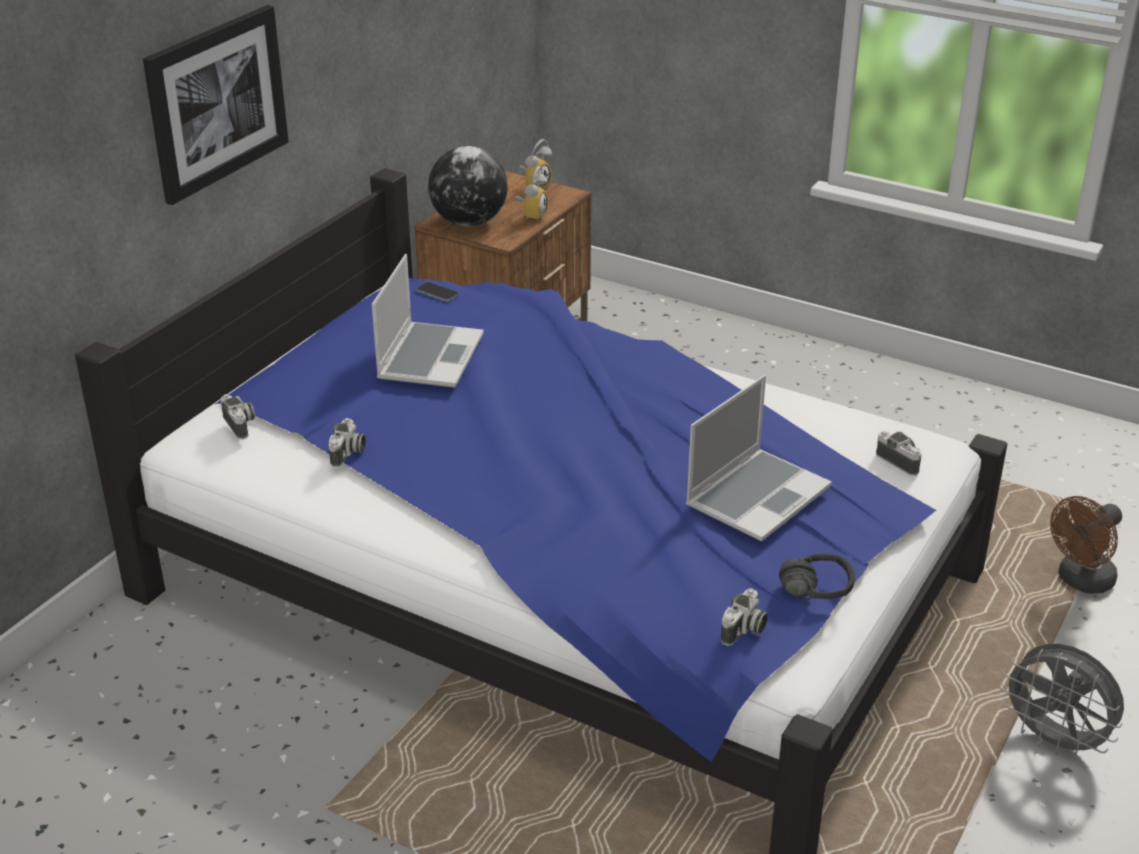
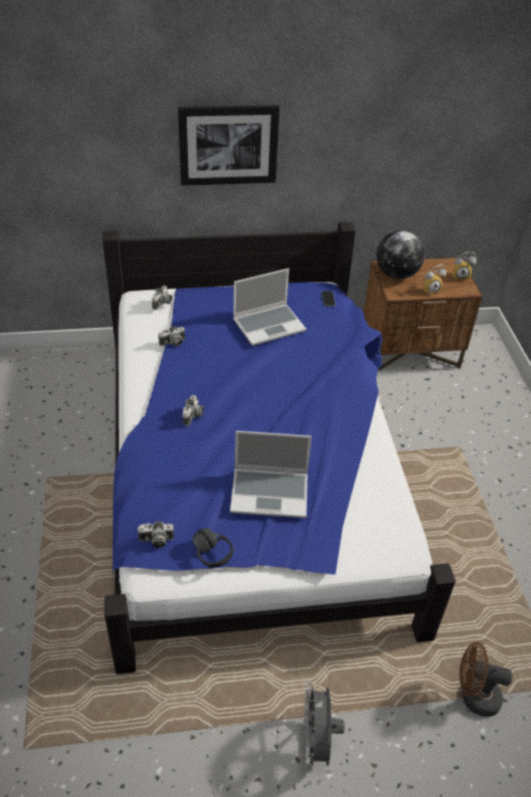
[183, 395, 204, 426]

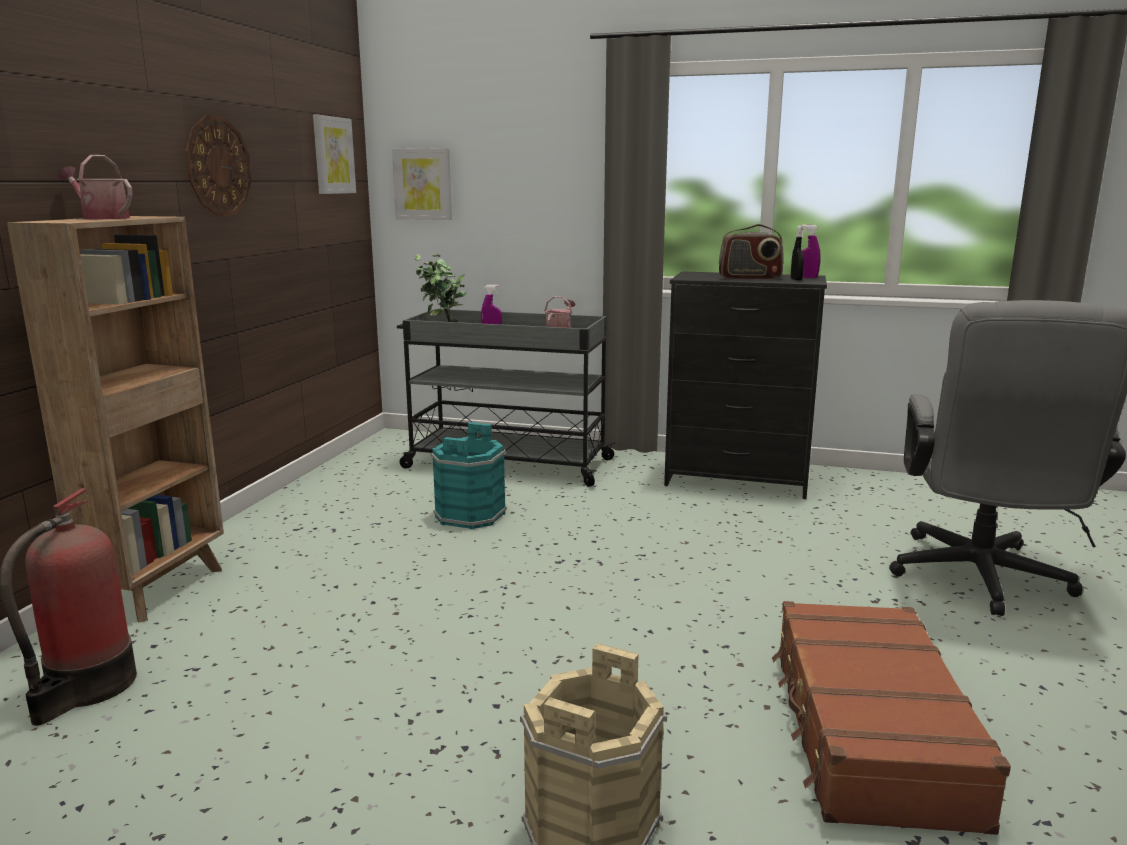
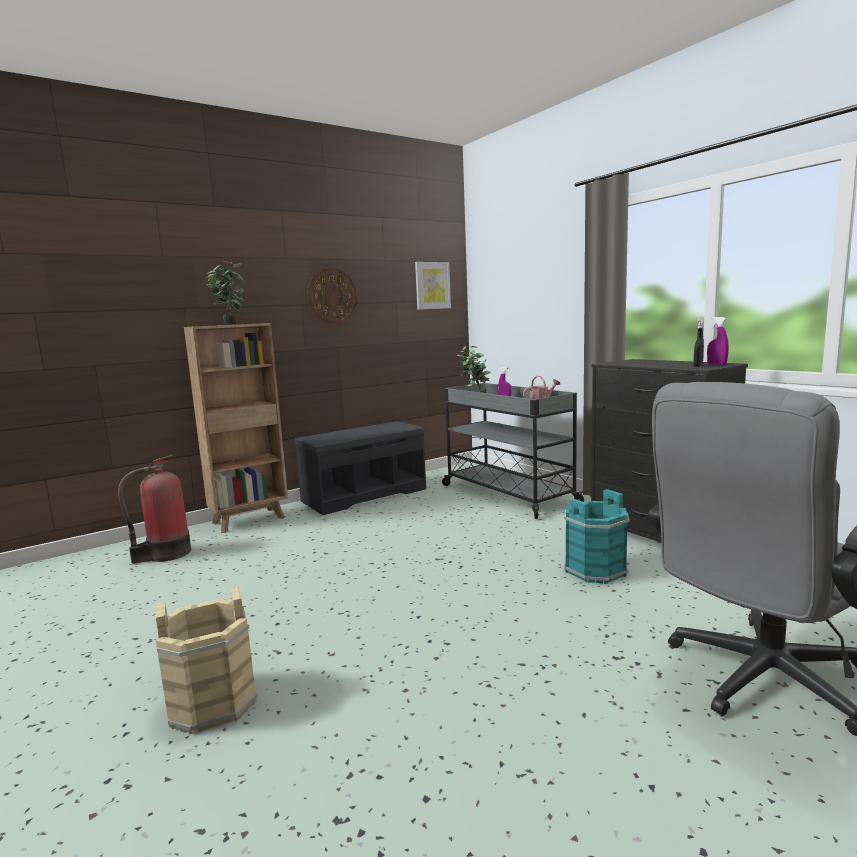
[392, 148, 452, 220] (first image)
[719, 224, 784, 280] (first image)
[772, 601, 1011, 835] (first image)
[294, 421, 426, 515]
[564, 489, 630, 584]
[206, 262, 245, 325]

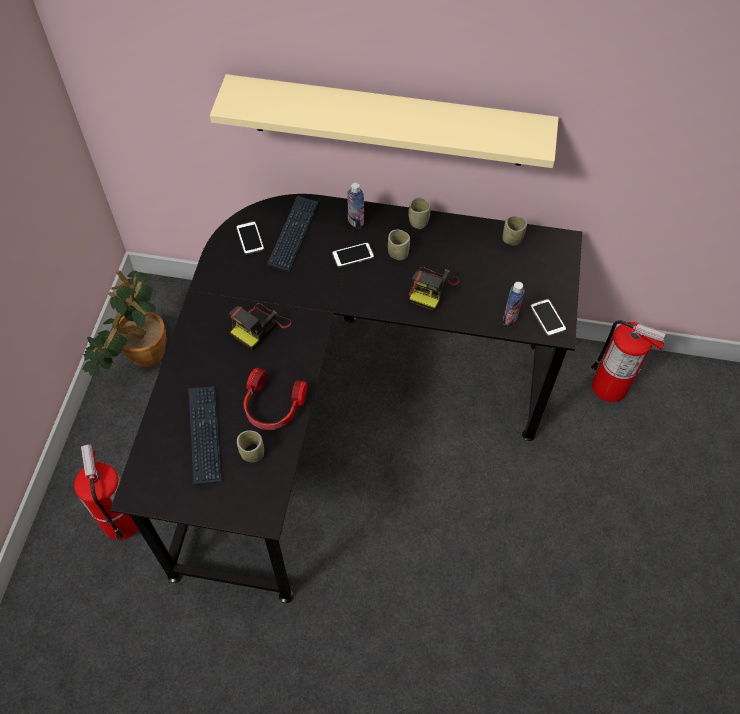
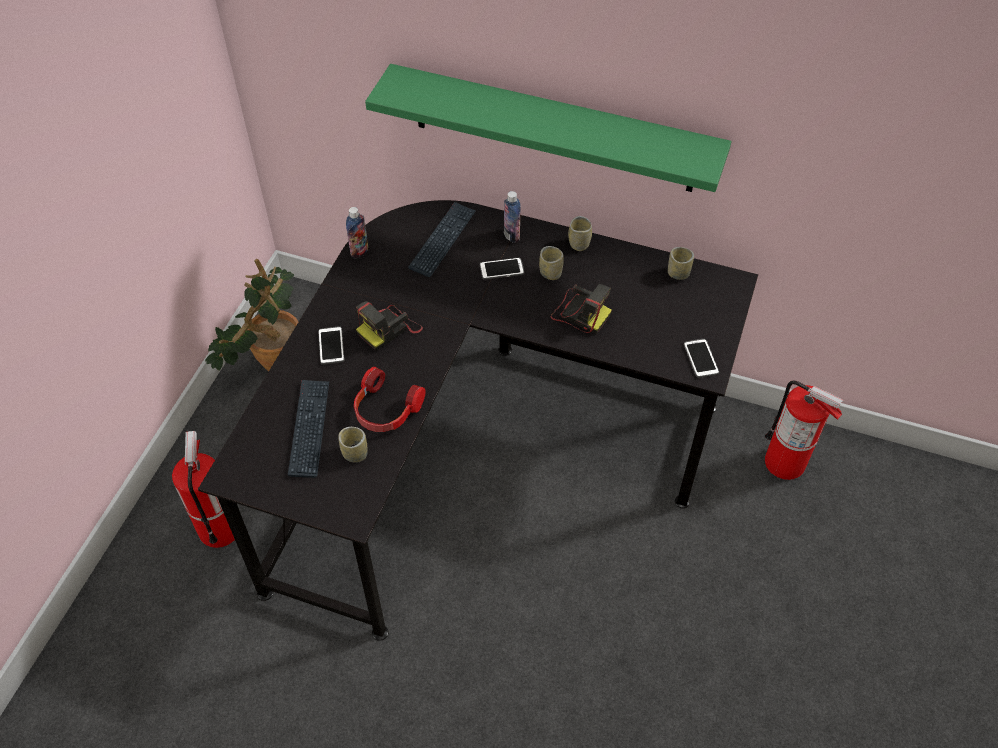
[318, 327, 344, 365]
[346, 207, 368, 259]
[365, 64, 731, 192]
[550, 284, 612, 334]

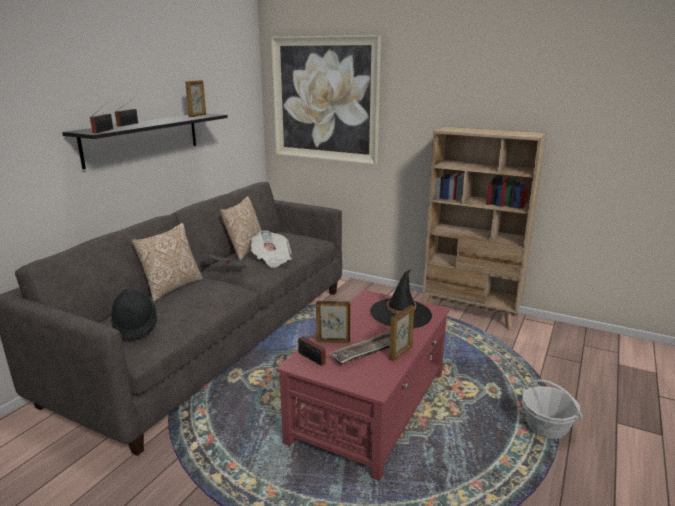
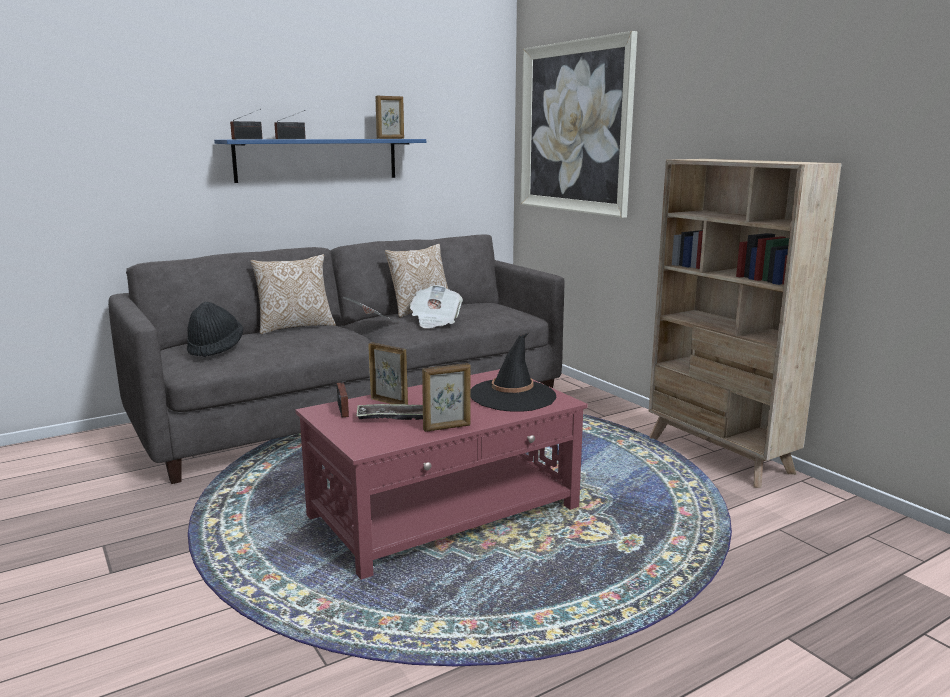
[522, 379, 583, 439] (first image)
[214, 139, 426, 183]

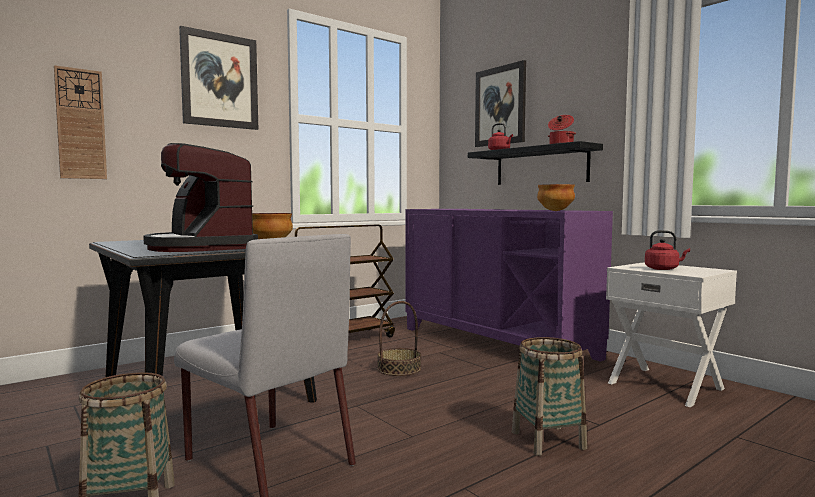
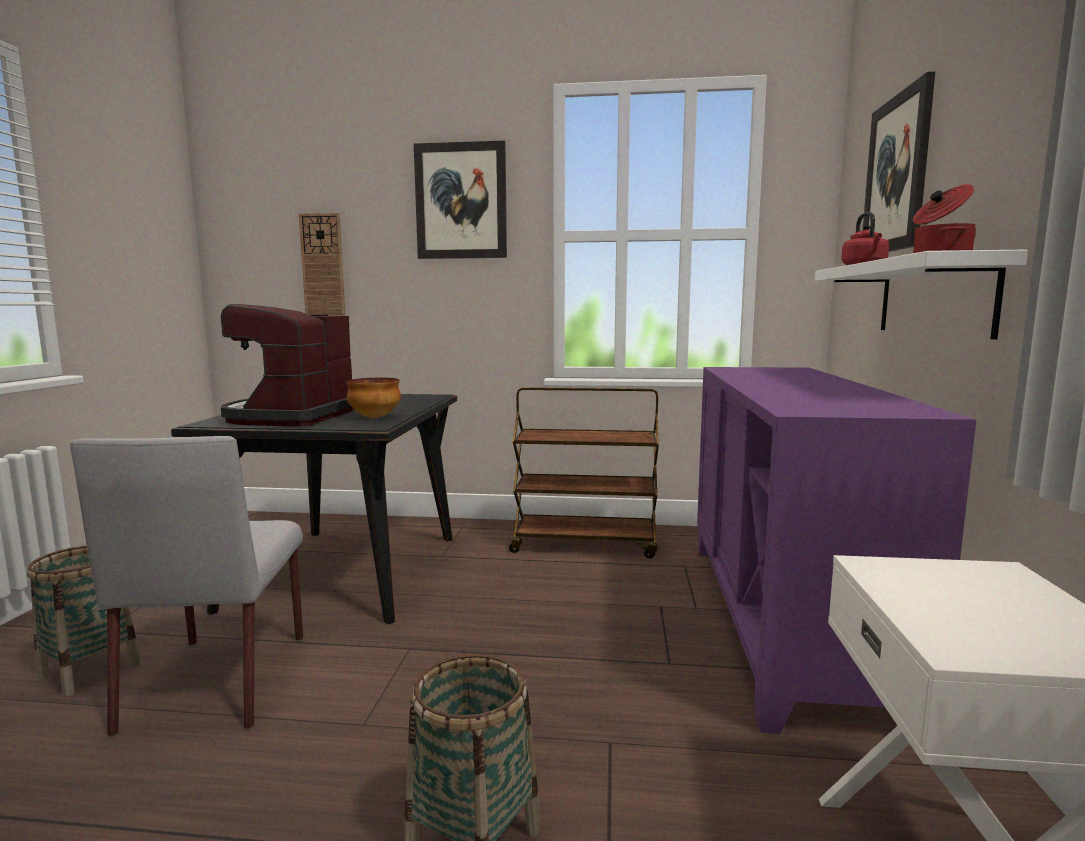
[377, 301, 421, 376] (first image)
[537, 184, 575, 211] (first image)
[645, 230, 690, 270] (first image)
[815, 250, 1028, 339]

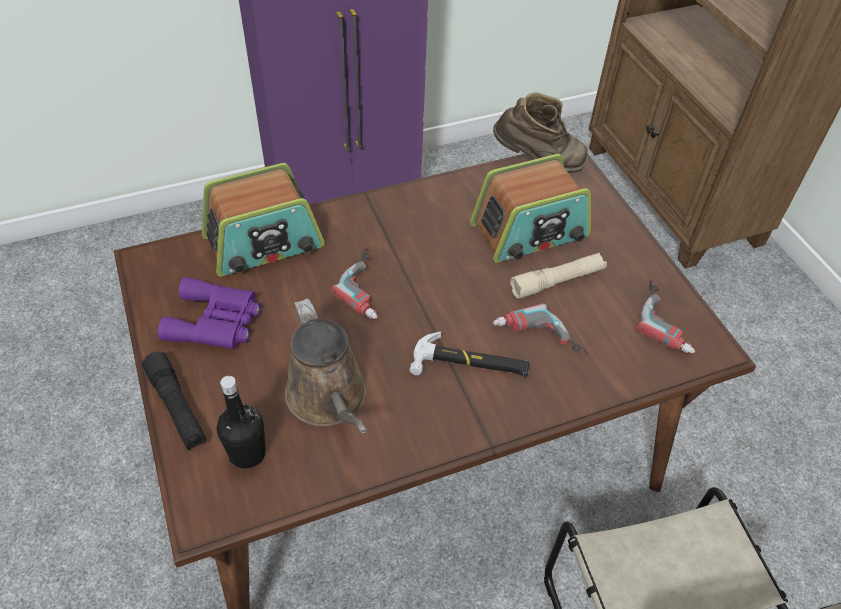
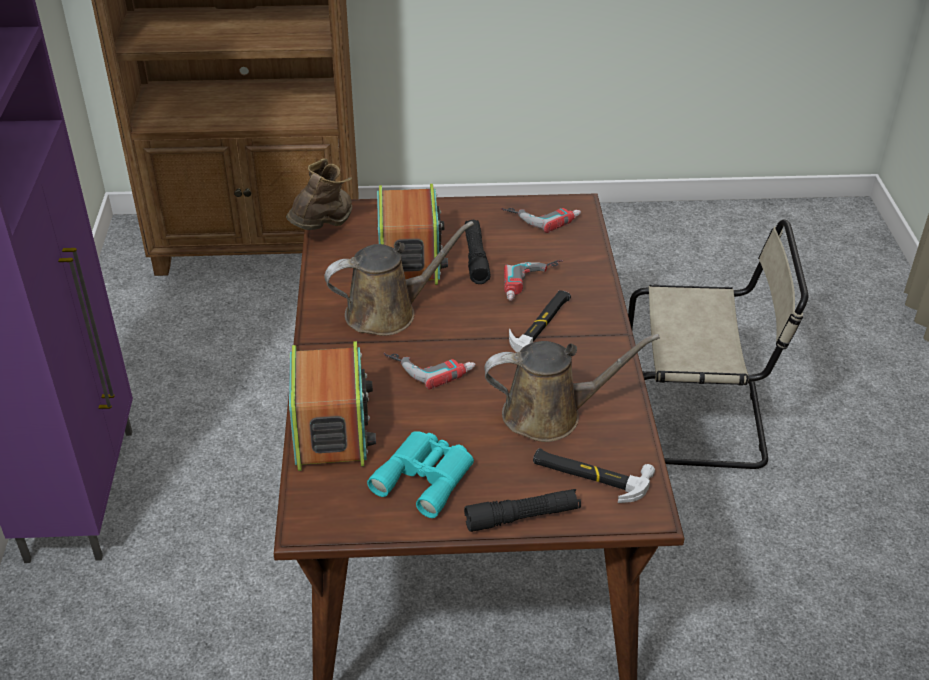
[324, 221, 474, 336]
[533, 448, 655, 503]
[367, 431, 474, 518]
[465, 220, 491, 284]

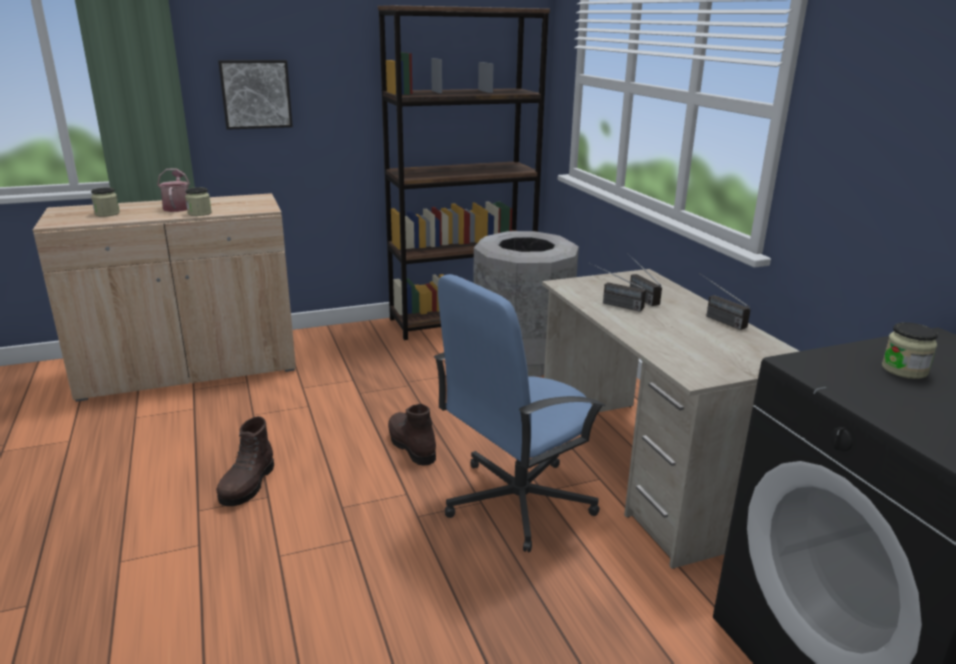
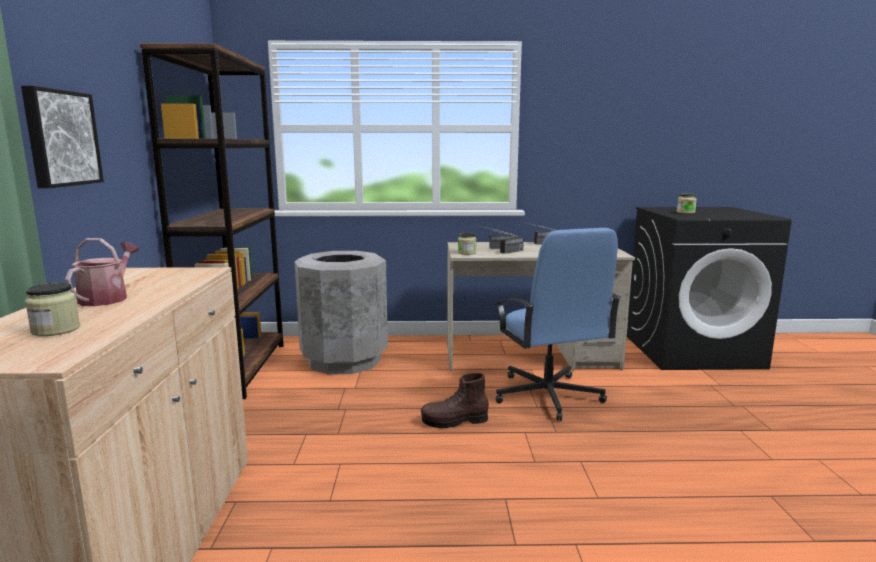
[216, 416, 274, 506] (first image)
[458, 233, 476, 255]
[65, 238, 139, 306]

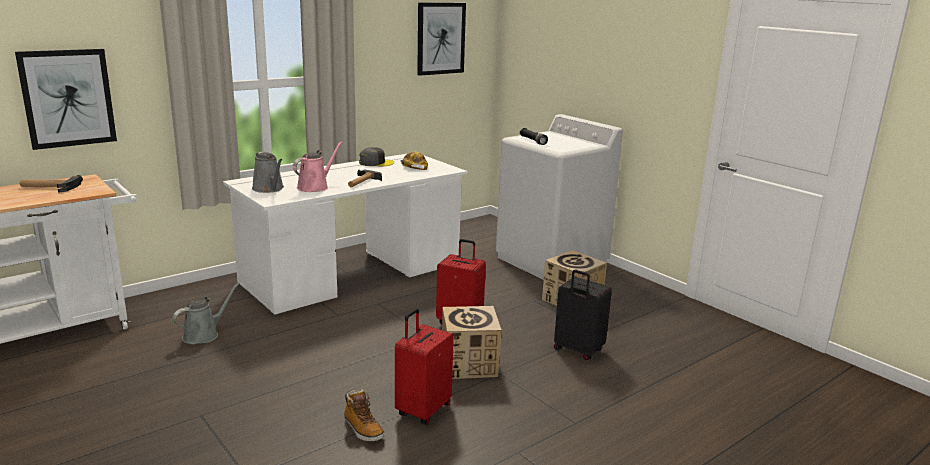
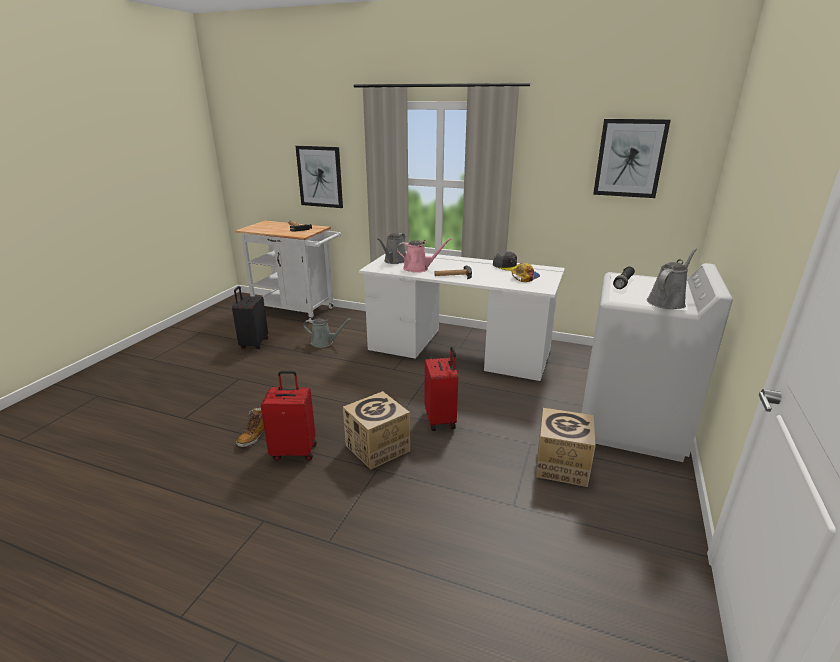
[647, 248, 697, 309]
[232, 286, 268, 349]

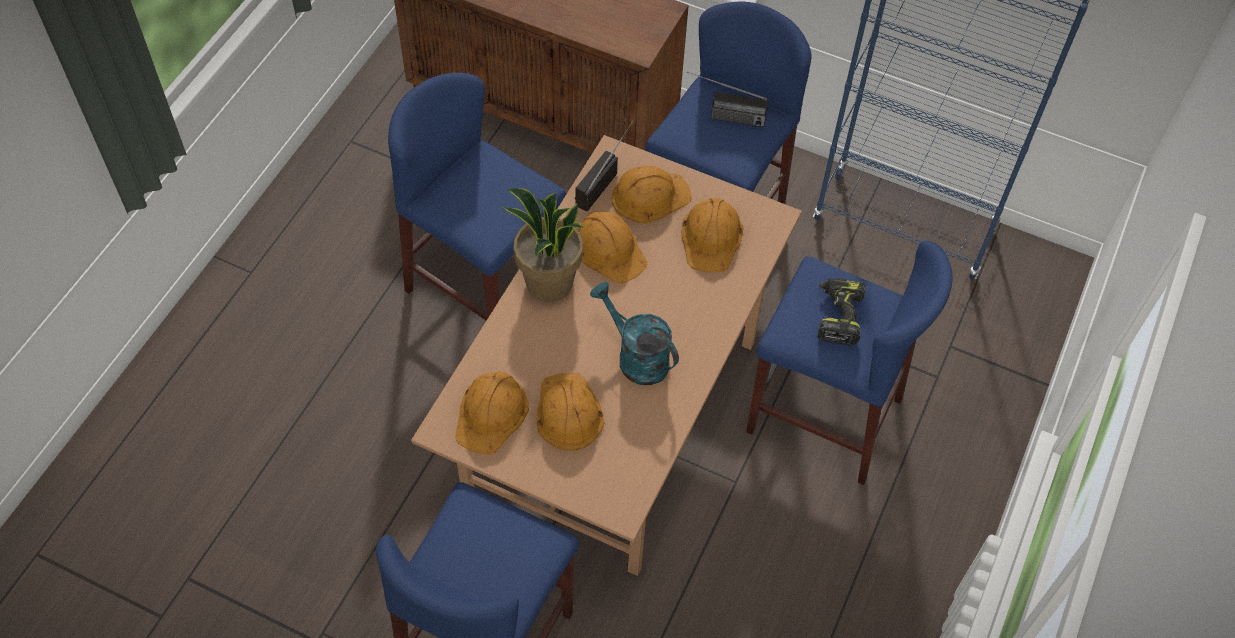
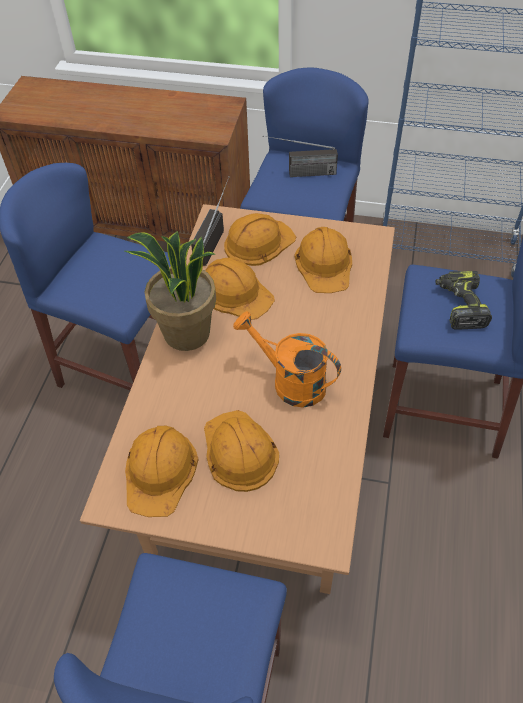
[233, 311, 341, 408]

